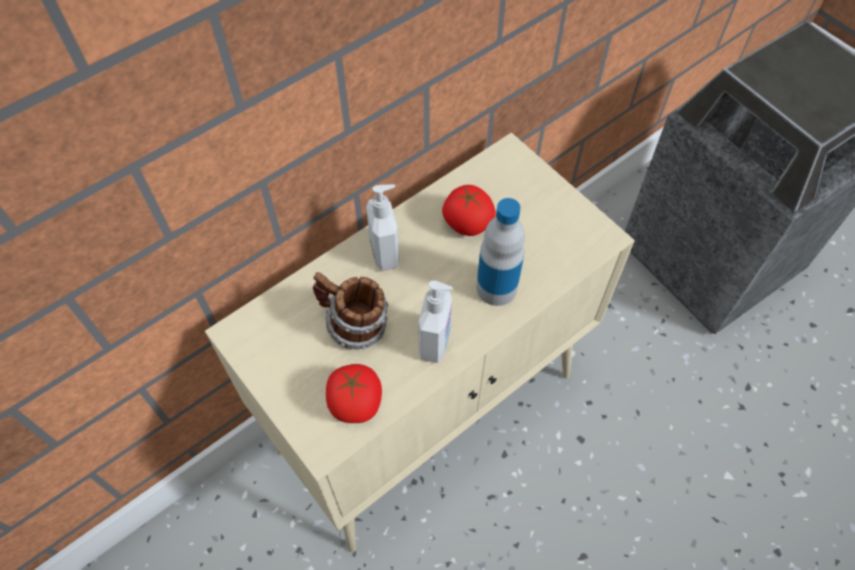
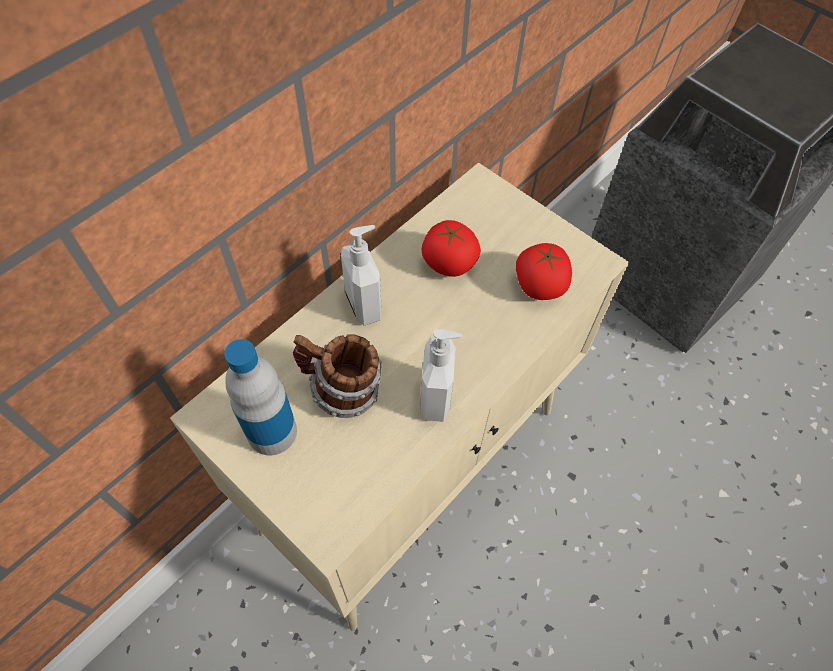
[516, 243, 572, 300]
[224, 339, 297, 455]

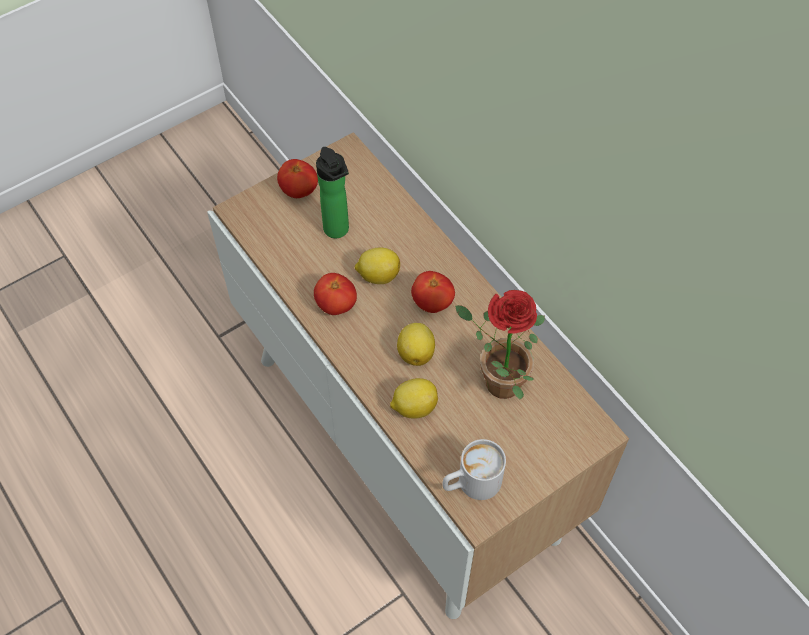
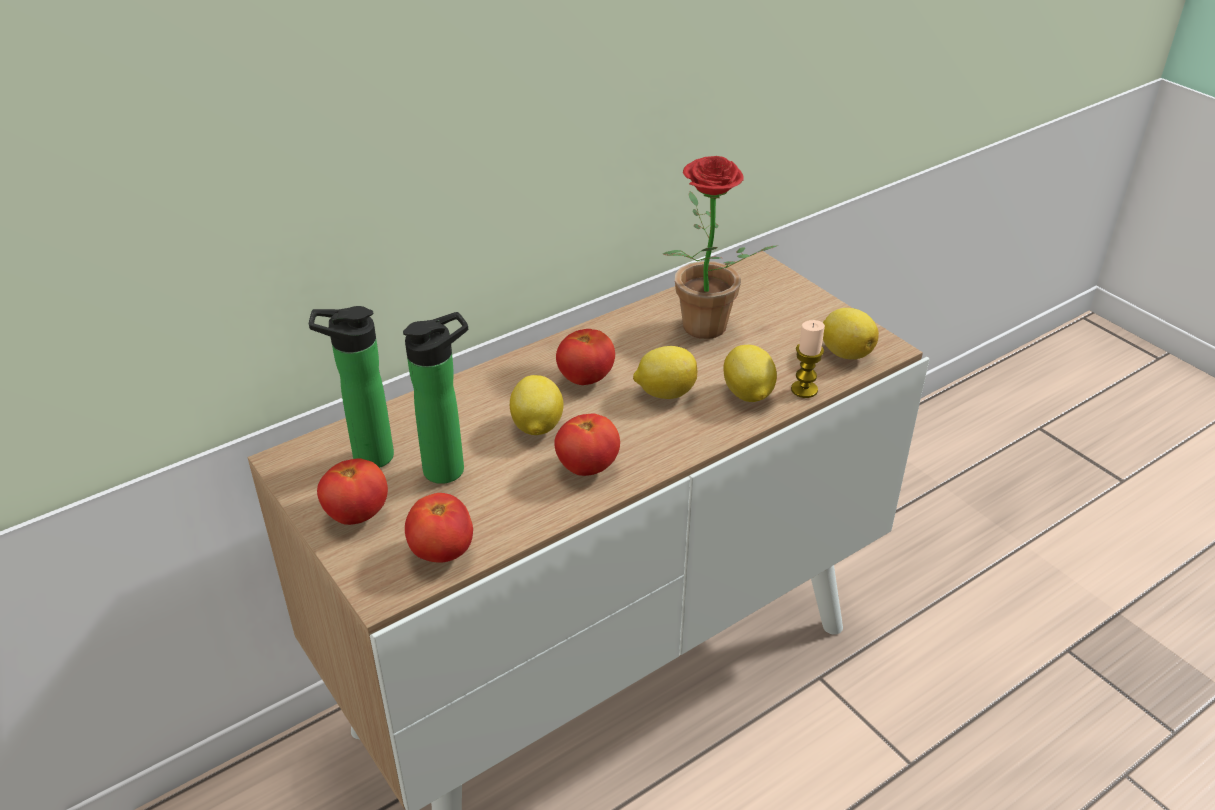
[309, 306, 394, 468]
[405, 493, 473, 563]
[791, 320, 825, 398]
[823, 308, 879, 359]

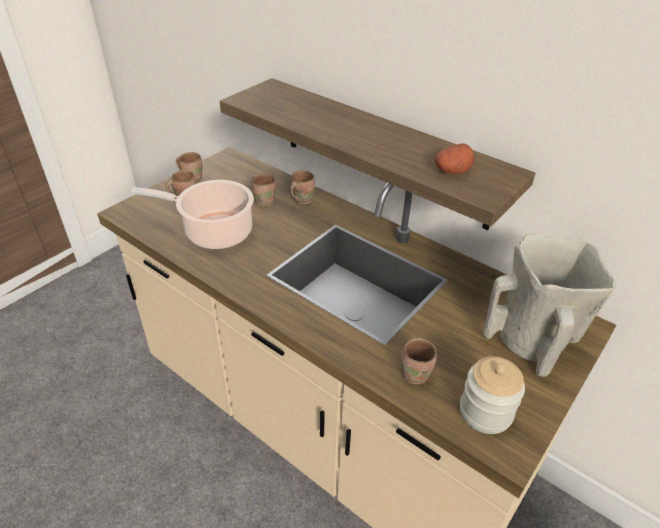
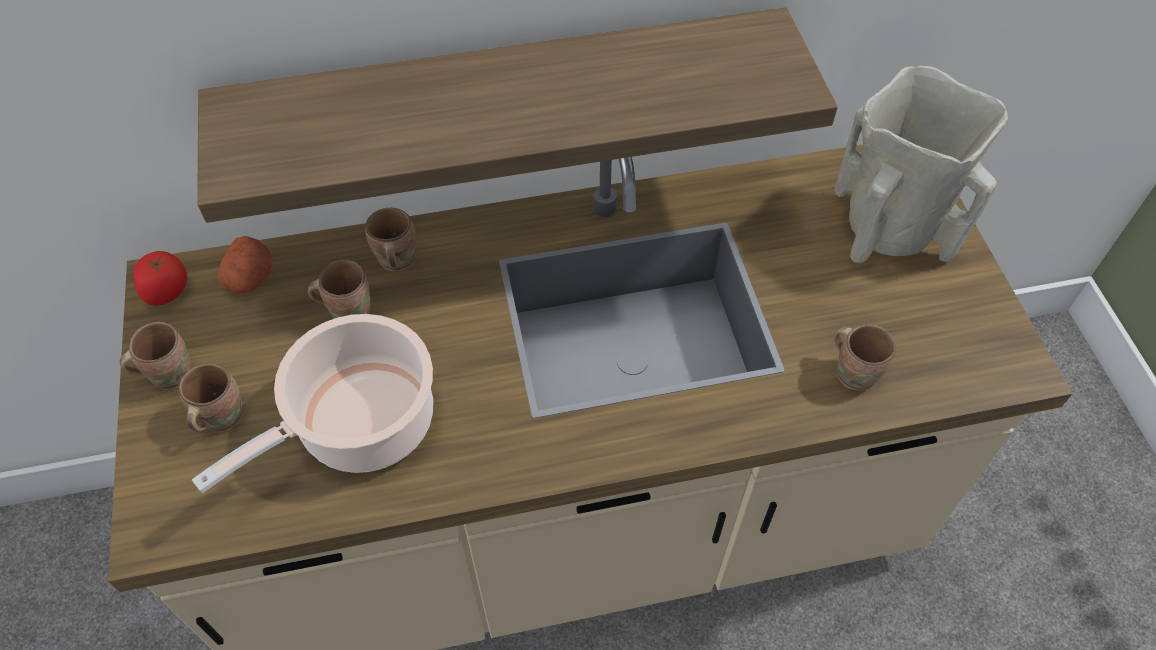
[460, 356, 525, 434] (first image)
[134, 251, 187, 305]
[218, 236, 271, 293]

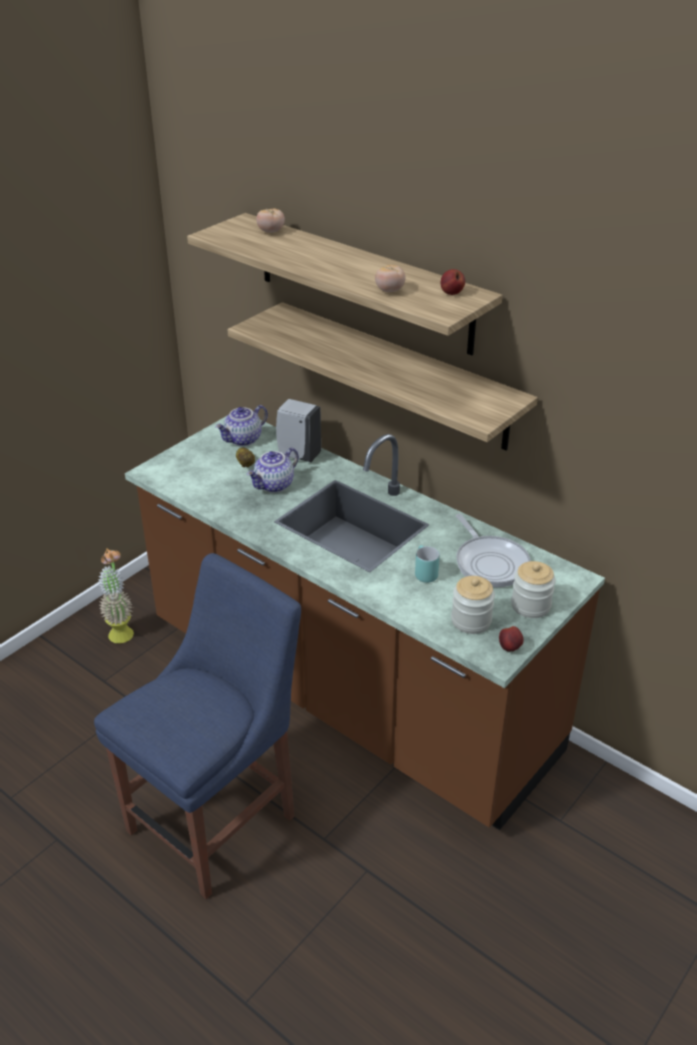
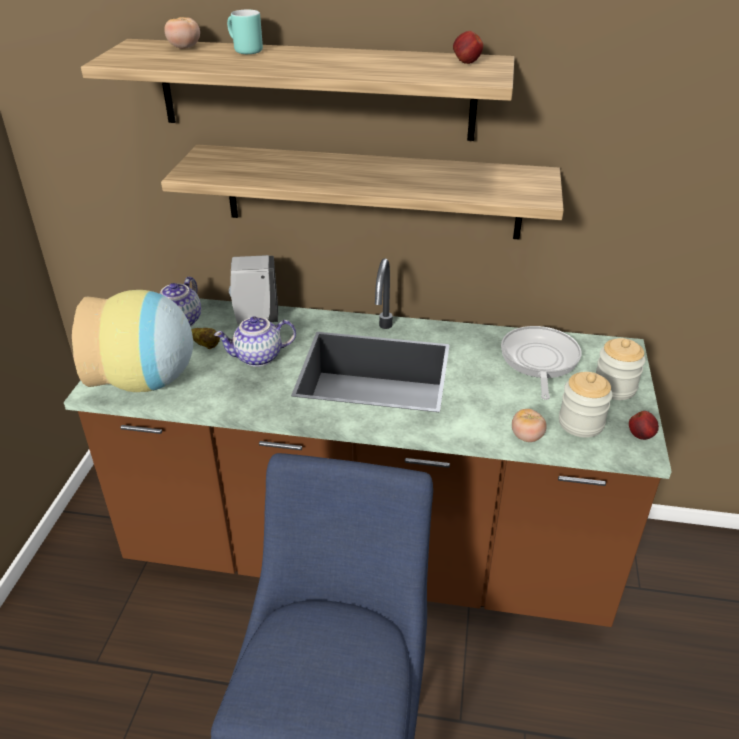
[98, 548, 134, 643] (first image)
[72, 290, 193, 392]
[512, 409, 547, 442]
[227, 10, 263, 54]
[214, 316, 296, 367]
[501, 326, 581, 400]

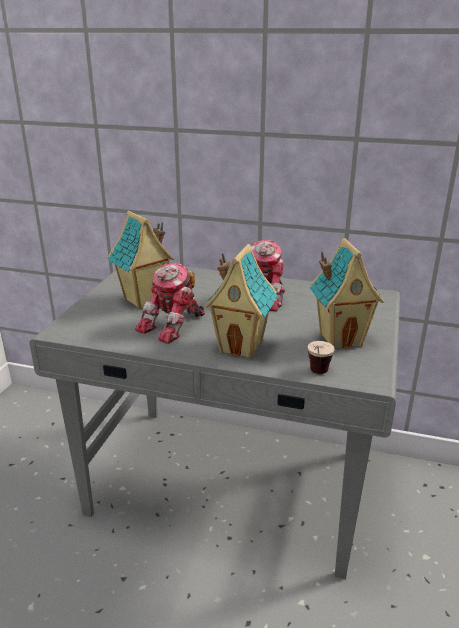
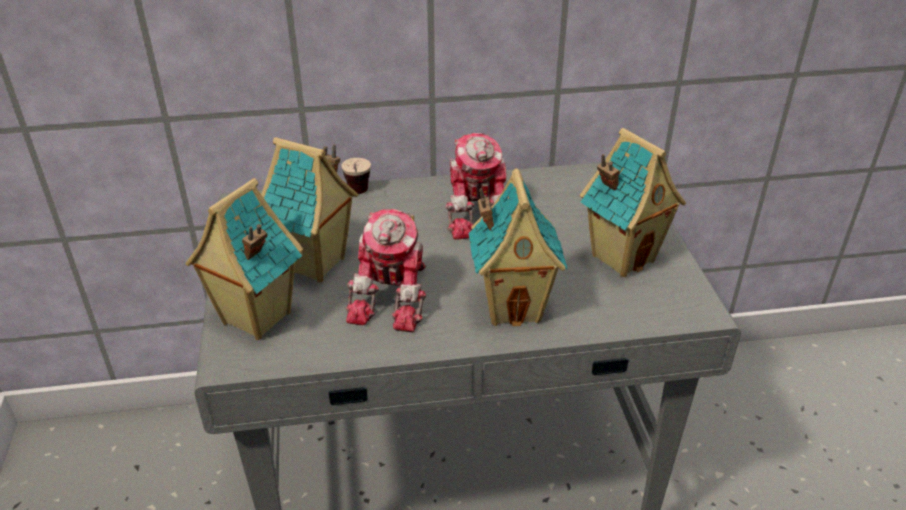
[185, 178, 303, 340]
[341, 158, 371, 194]

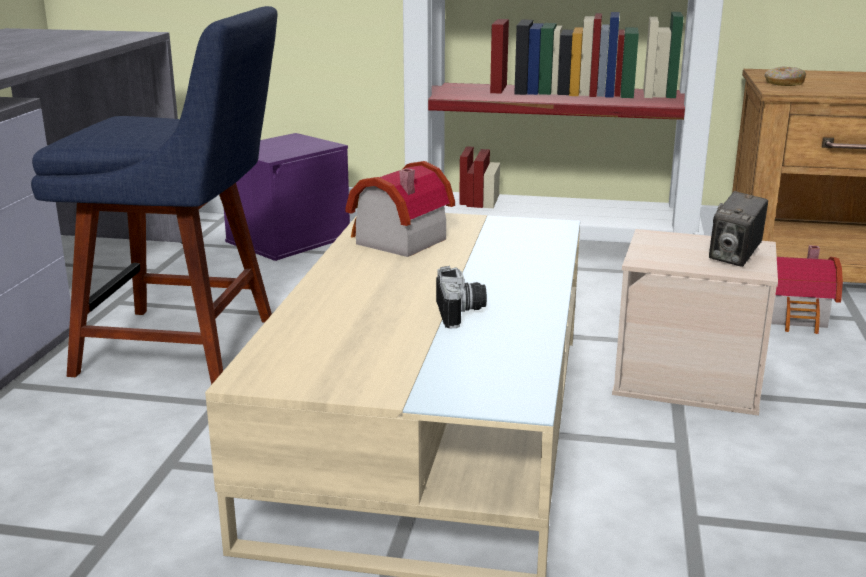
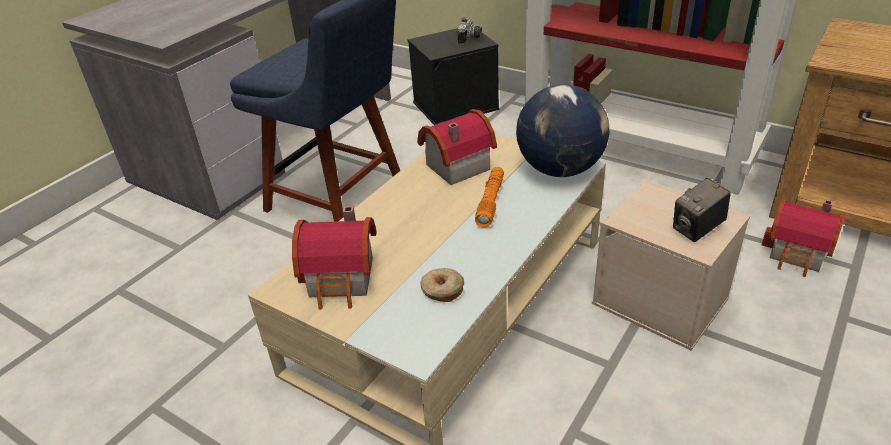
[292, 206, 377, 310]
[475, 167, 504, 228]
[516, 84, 609, 177]
[458, 17, 482, 45]
[421, 268, 464, 302]
[407, 28, 499, 125]

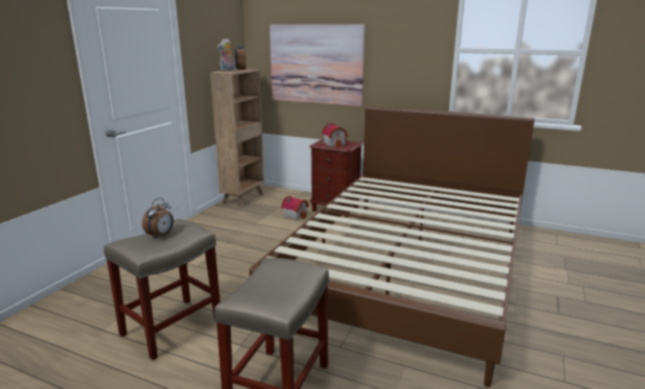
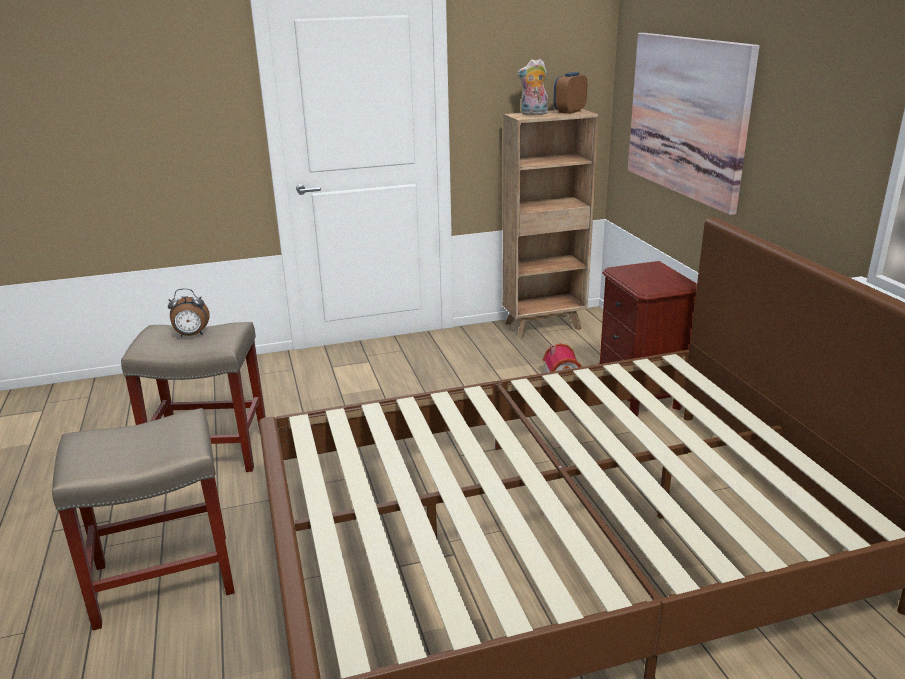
[322, 123, 348, 147] (first image)

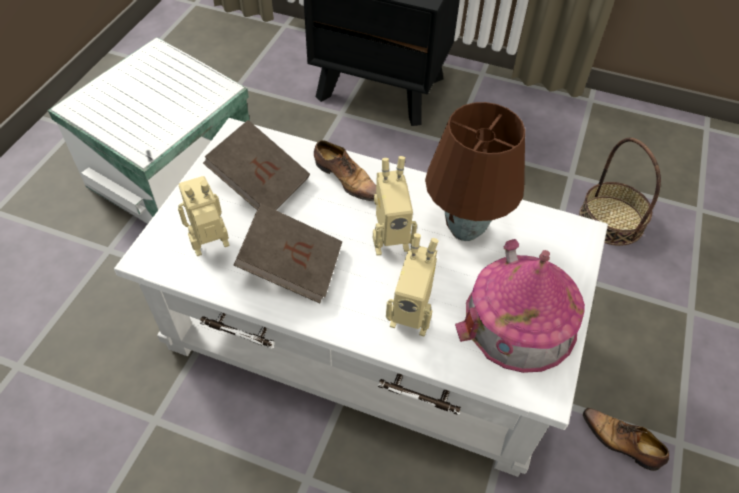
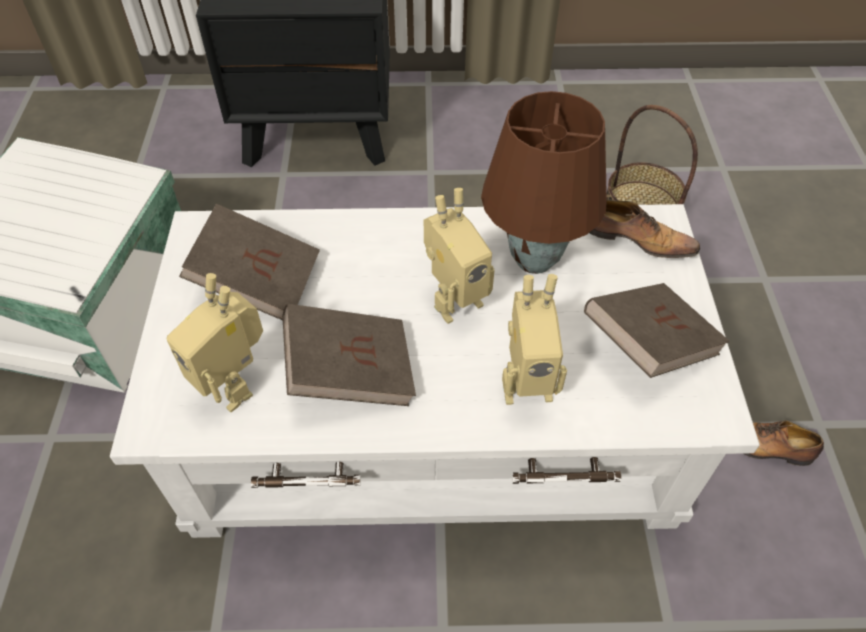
[589, 200, 700, 258]
[584, 283, 730, 378]
[166, 273, 263, 412]

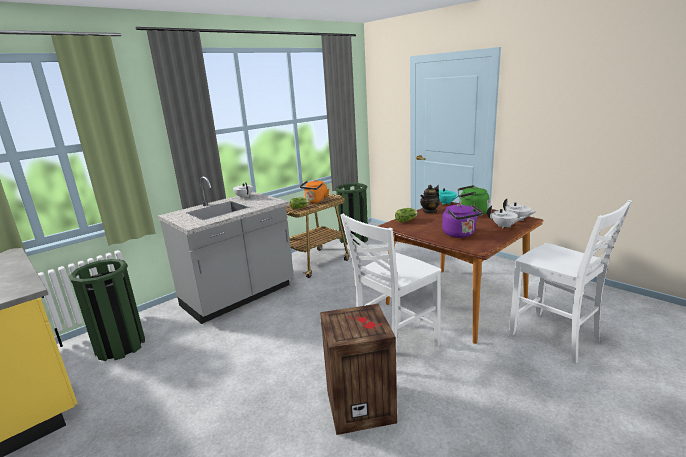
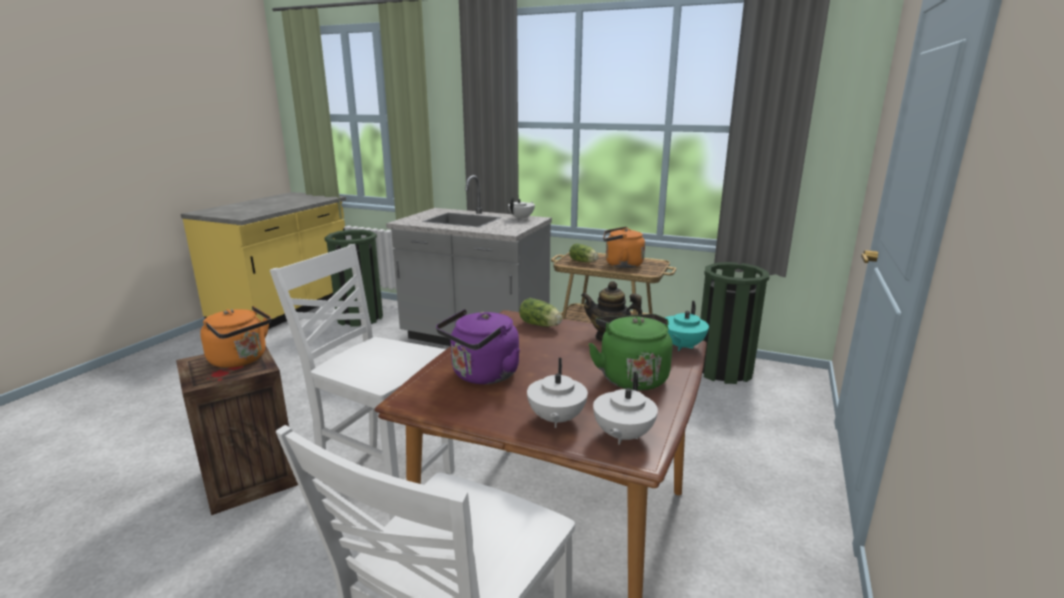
[200, 306, 271, 368]

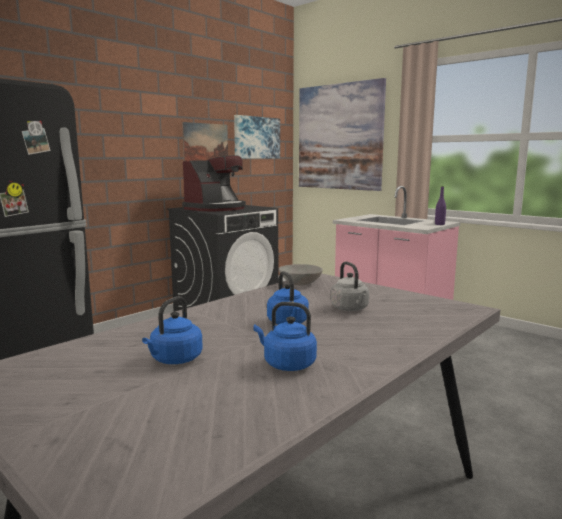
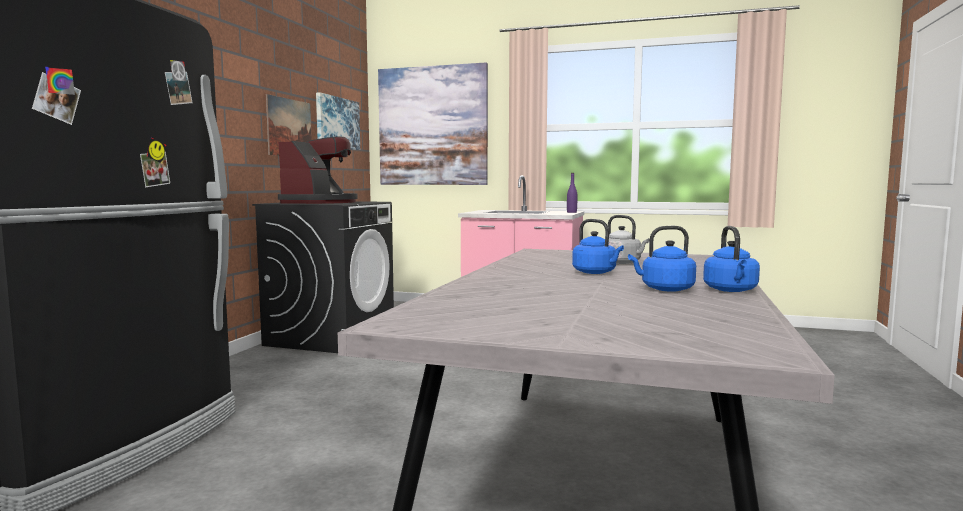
[279, 264, 323, 285] (first image)
[703, 226, 760, 292]

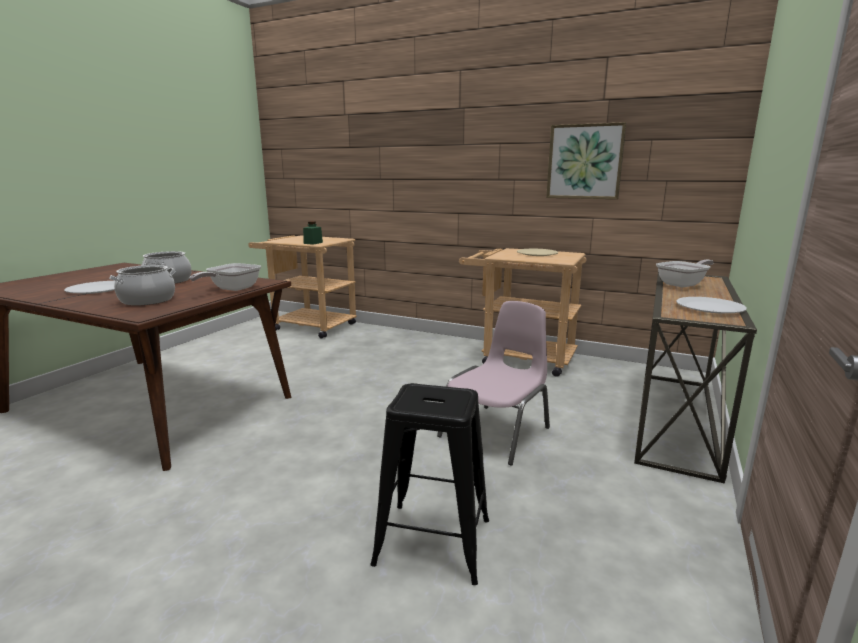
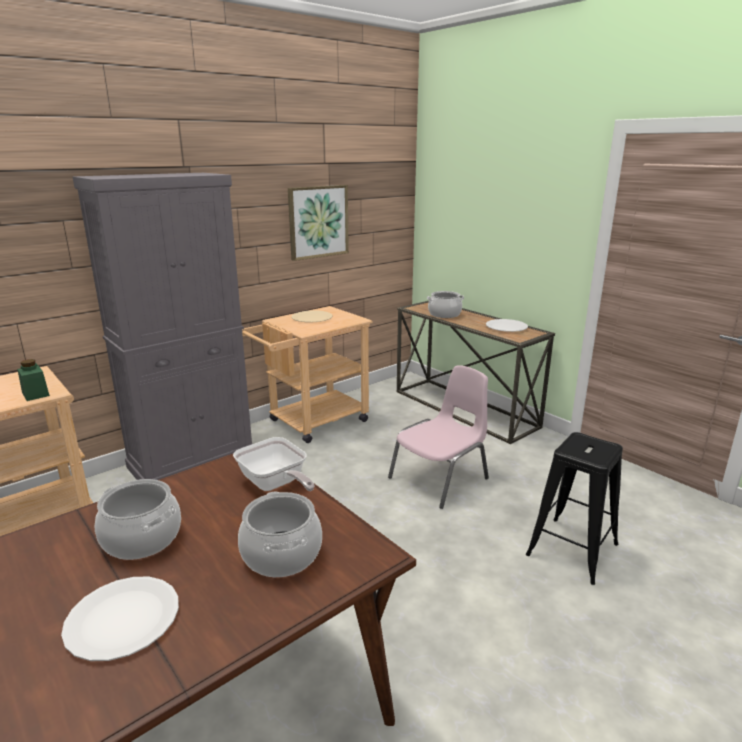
[73, 173, 253, 480]
[427, 291, 464, 318]
[388, 365, 489, 509]

